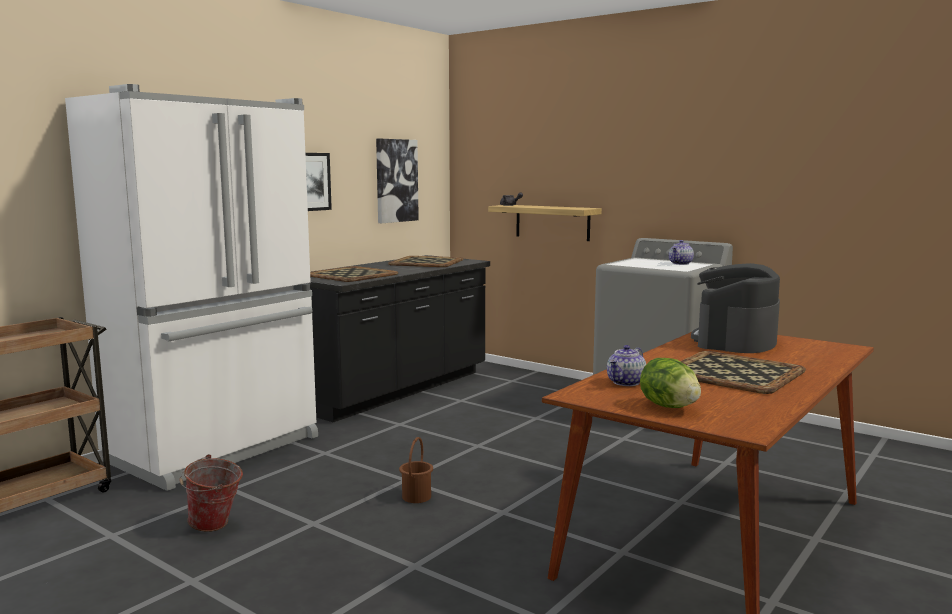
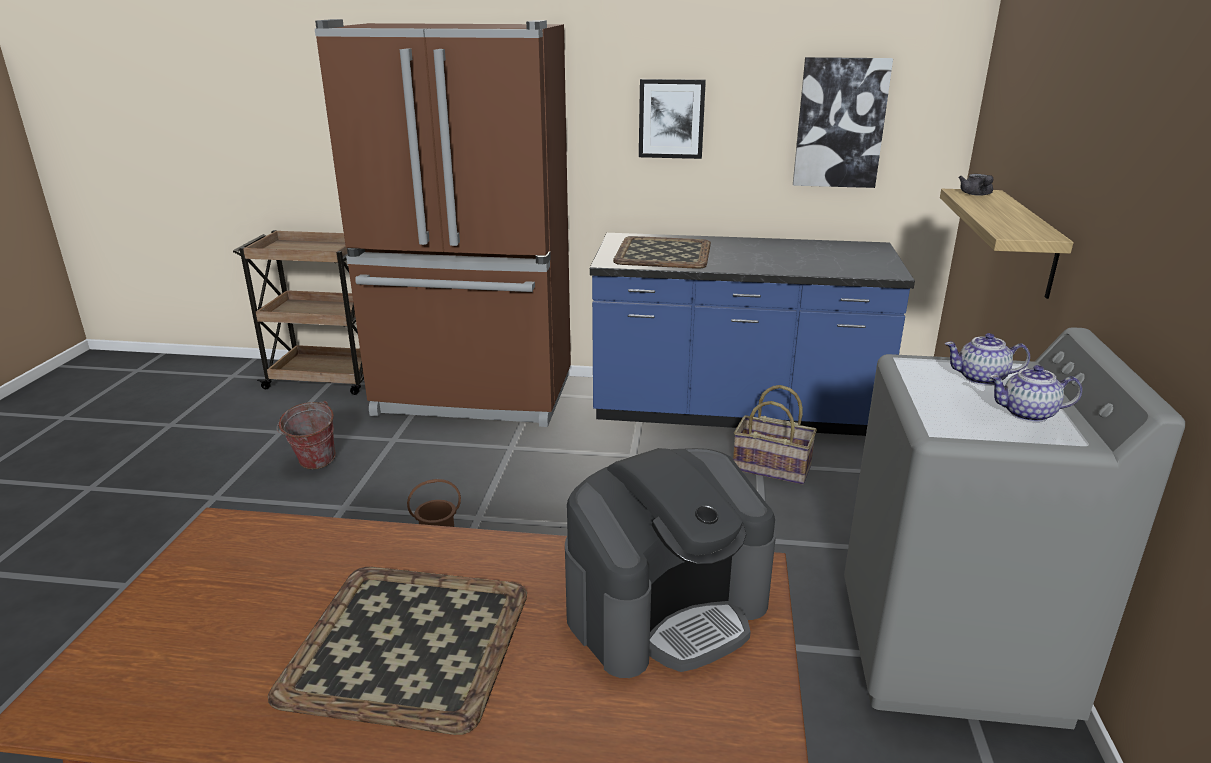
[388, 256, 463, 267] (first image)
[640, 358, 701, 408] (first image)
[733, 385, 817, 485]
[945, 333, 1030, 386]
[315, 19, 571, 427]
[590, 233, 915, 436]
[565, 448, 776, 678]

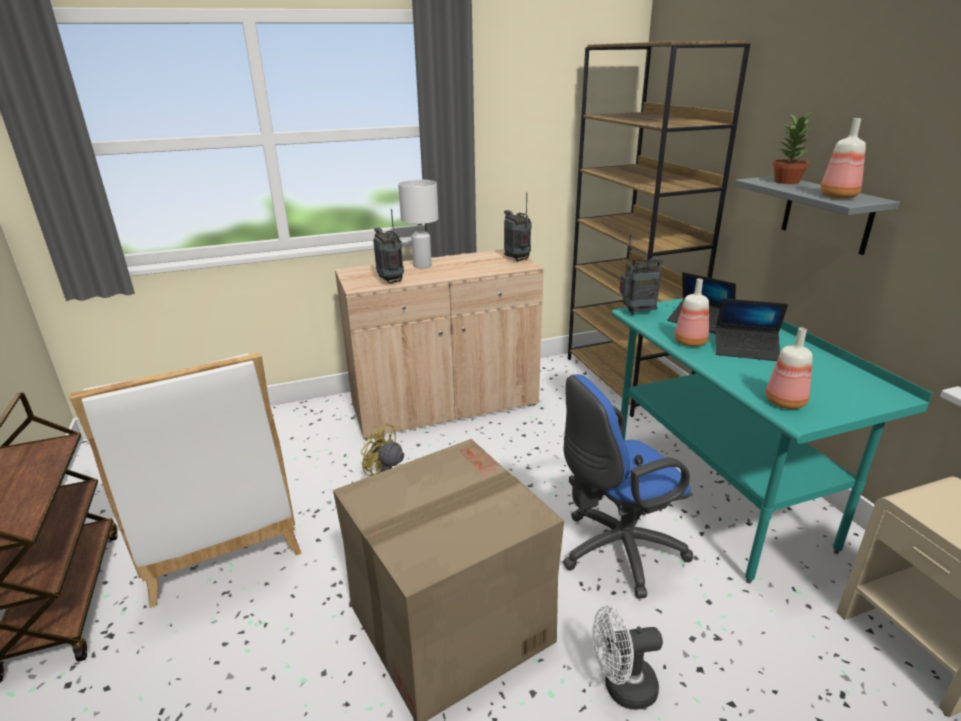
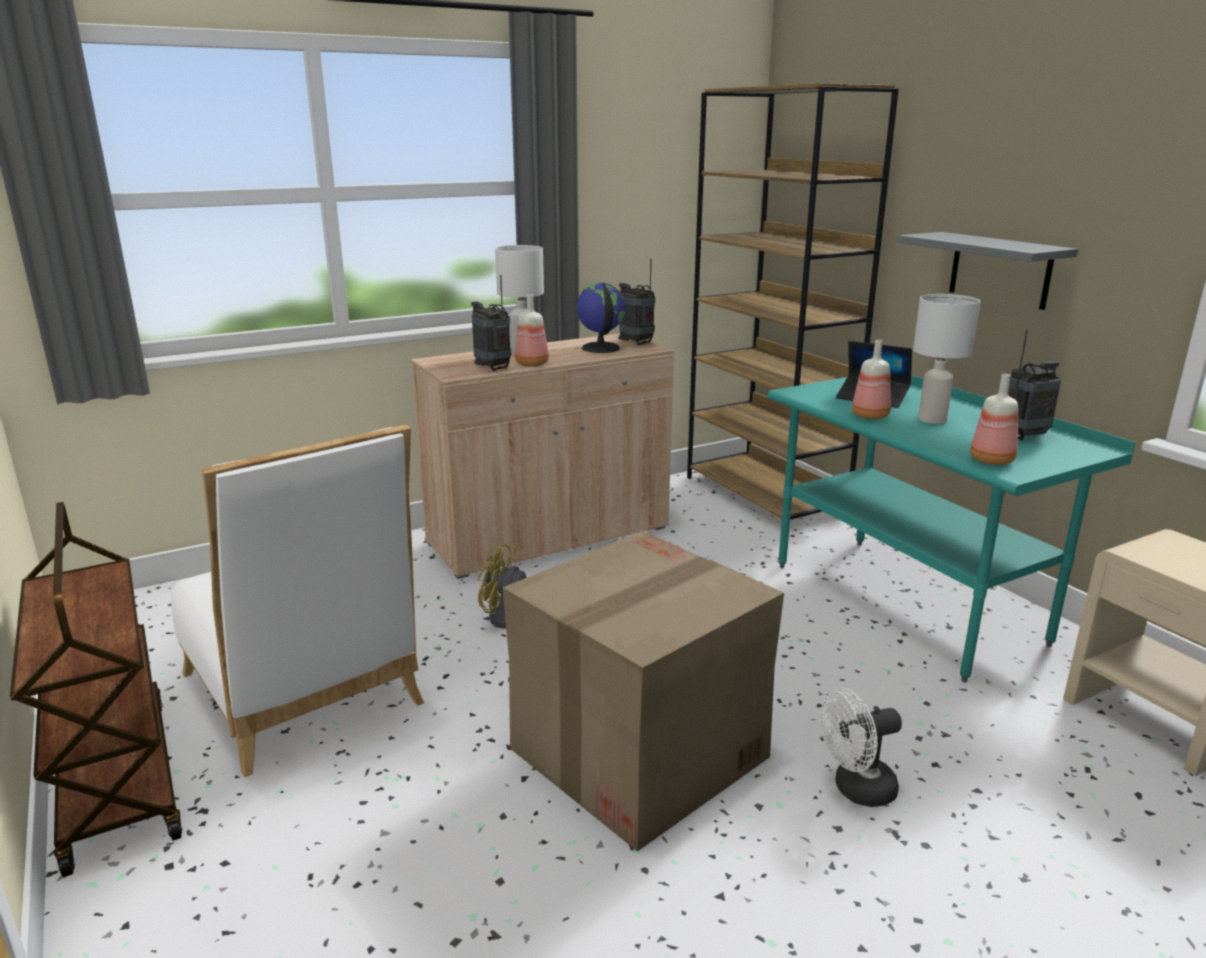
[563, 374, 693, 599] (first image)
[773, 113, 813, 184] (first image)
[576, 283, 625, 353]
[1008, 330, 1061, 440]
[515, 294, 549, 367]
[913, 294, 980, 424]

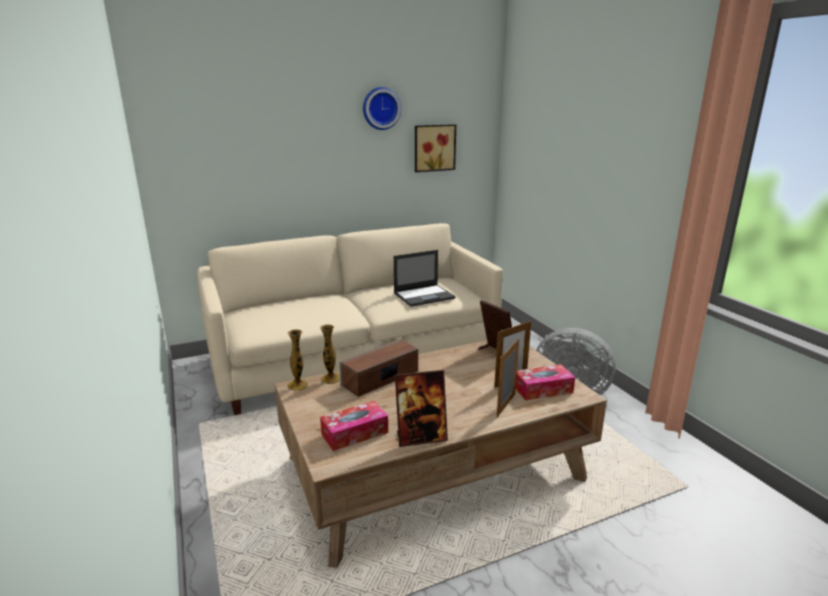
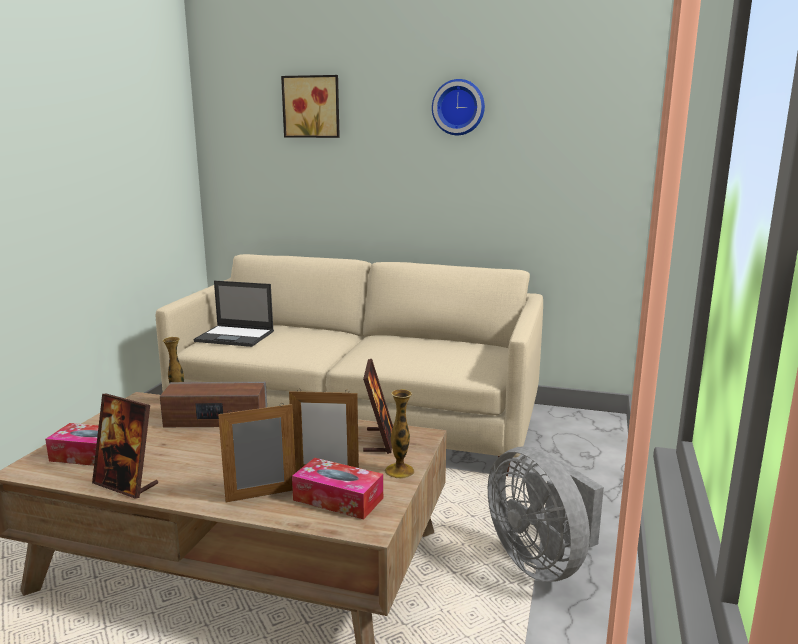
[385, 389, 414, 479]
[194, 281, 274, 347]
[281, 75, 340, 138]

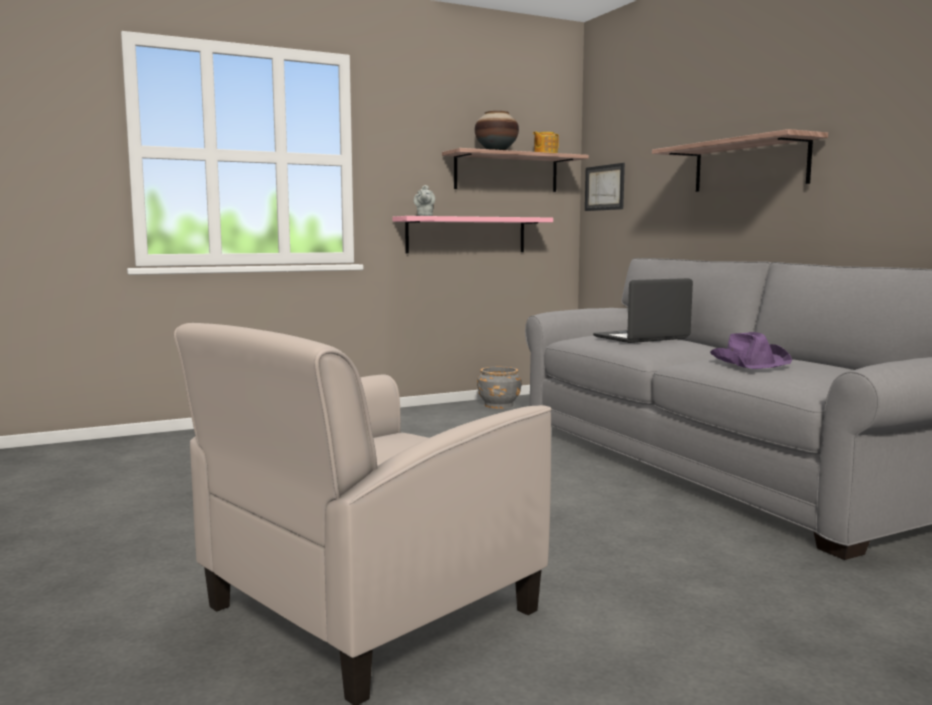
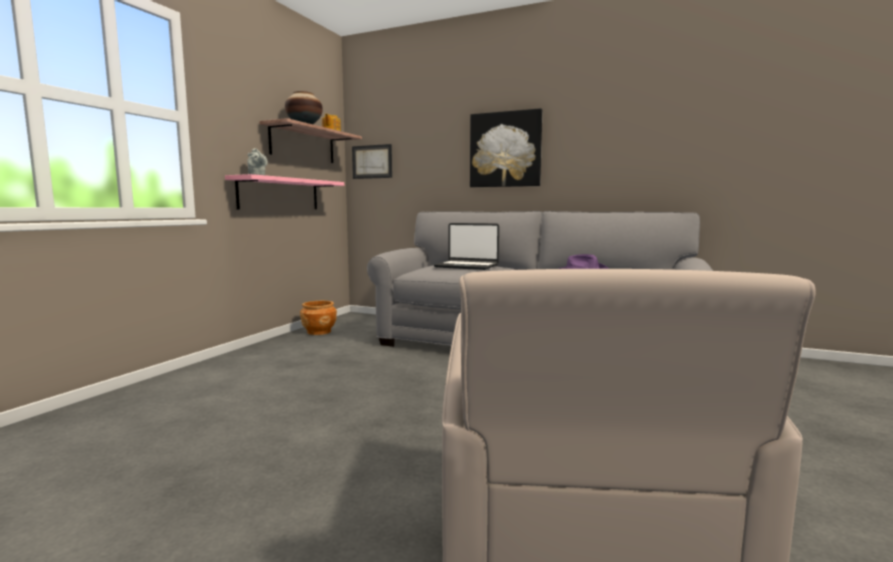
[470, 108, 542, 187]
[300, 301, 337, 335]
[434, 223, 499, 270]

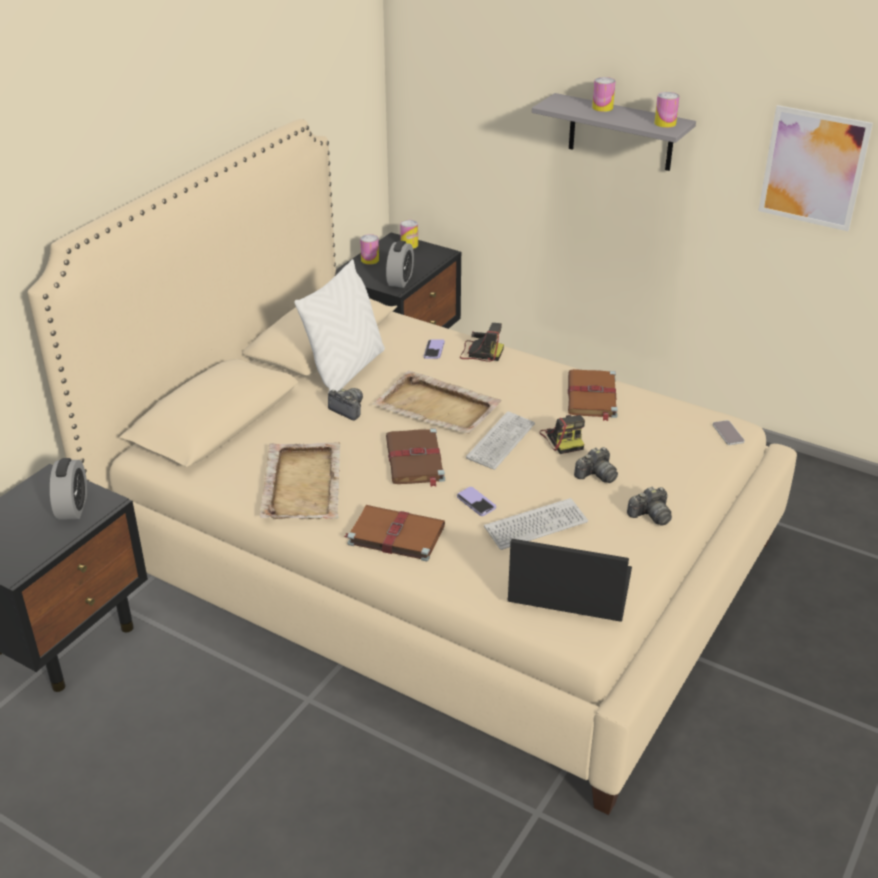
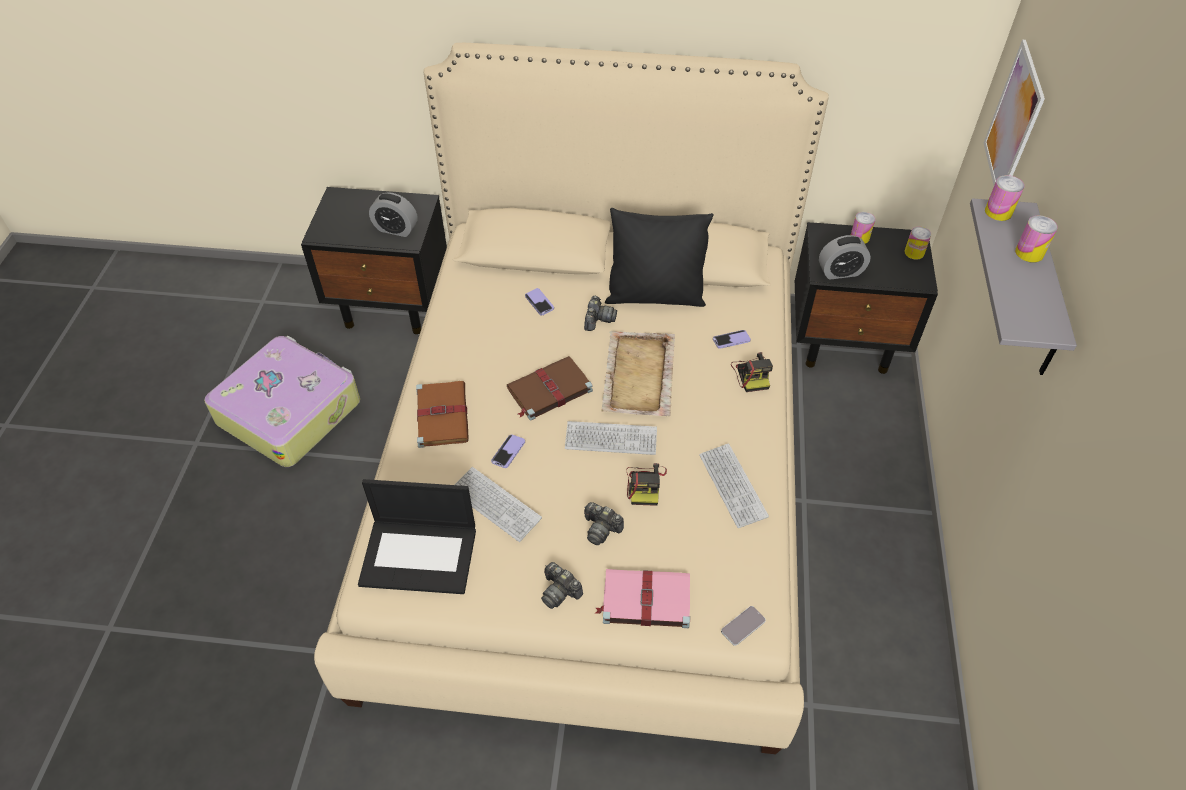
[260, 442, 340, 519] (first image)
[204, 336, 360, 467]
[525, 288, 554, 316]
[596, 569, 690, 628]
[985, 175, 1024, 221]
[984, 40, 1045, 185]
[699, 444, 769, 528]
[605, 208, 714, 307]
[369, 192, 418, 237]
[358, 479, 476, 594]
[626, 463, 667, 506]

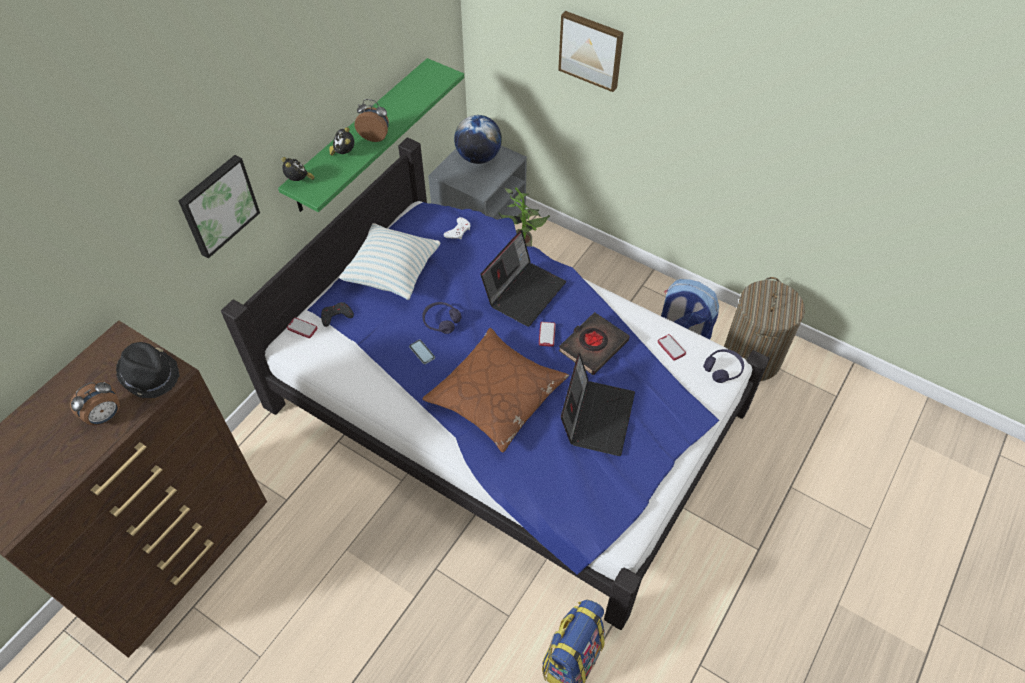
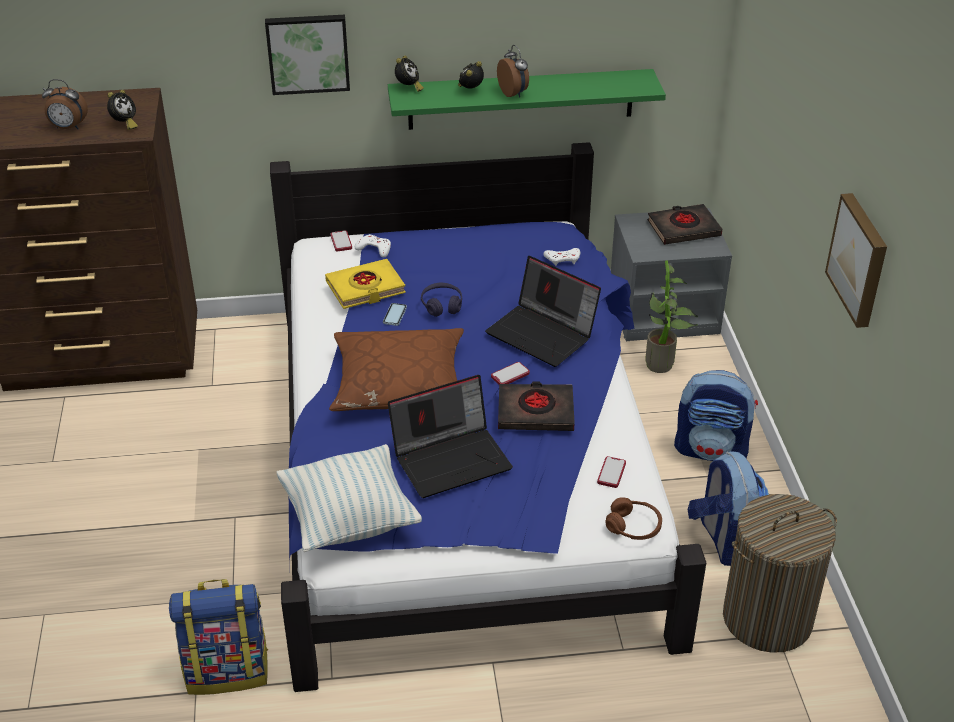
[325, 259, 406, 309]
[674, 370, 758, 461]
[277, 444, 422, 552]
[825, 193, 887, 328]
[107, 90, 138, 130]
[647, 204, 722, 245]
[355, 234, 391, 257]
[605, 497, 662, 540]
[485, 256, 601, 367]

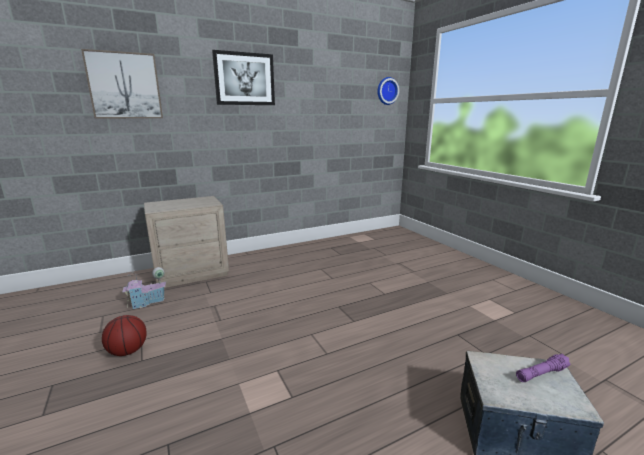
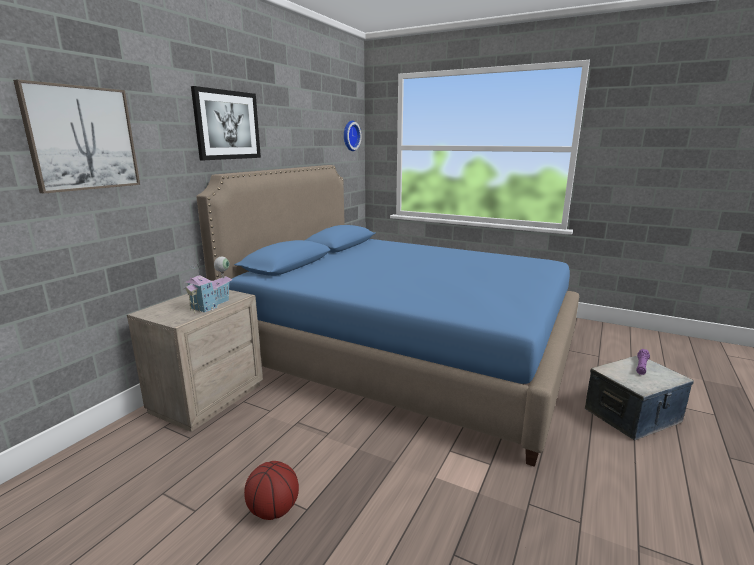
[196, 165, 579, 467]
[183, 257, 233, 313]

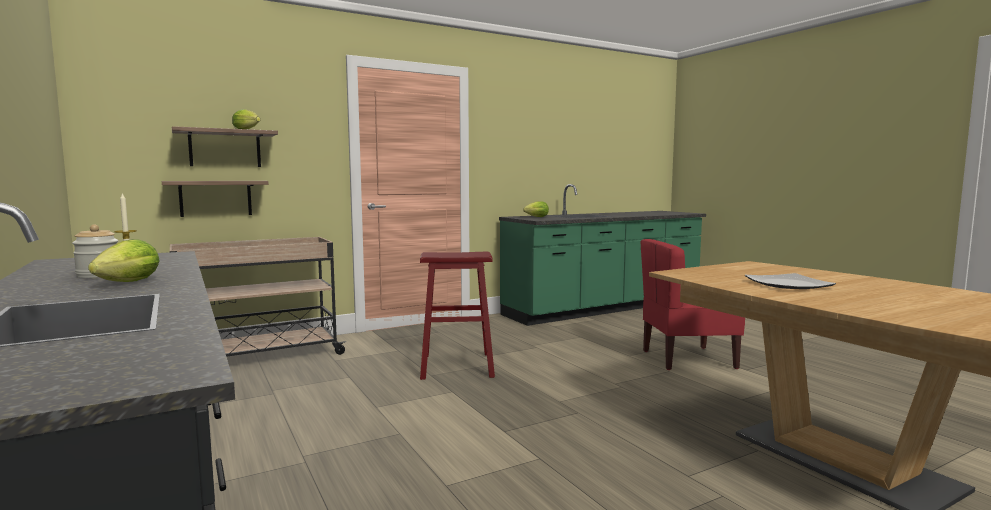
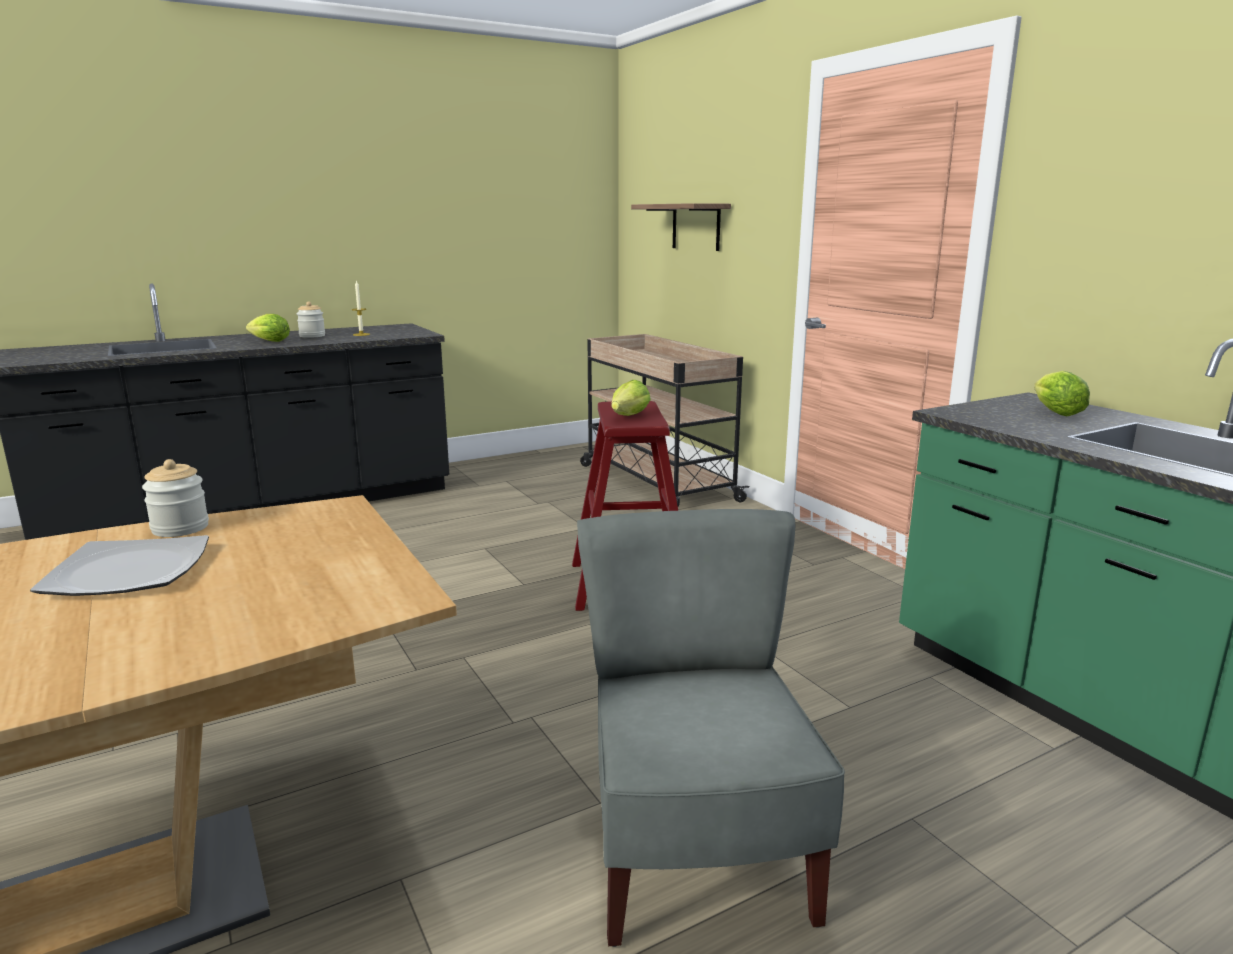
[162, 181, 268, 217] (first image)
[142, 459, 209, 537]
[611, 380, 651, 416]
[577, 509, 845, 947]

